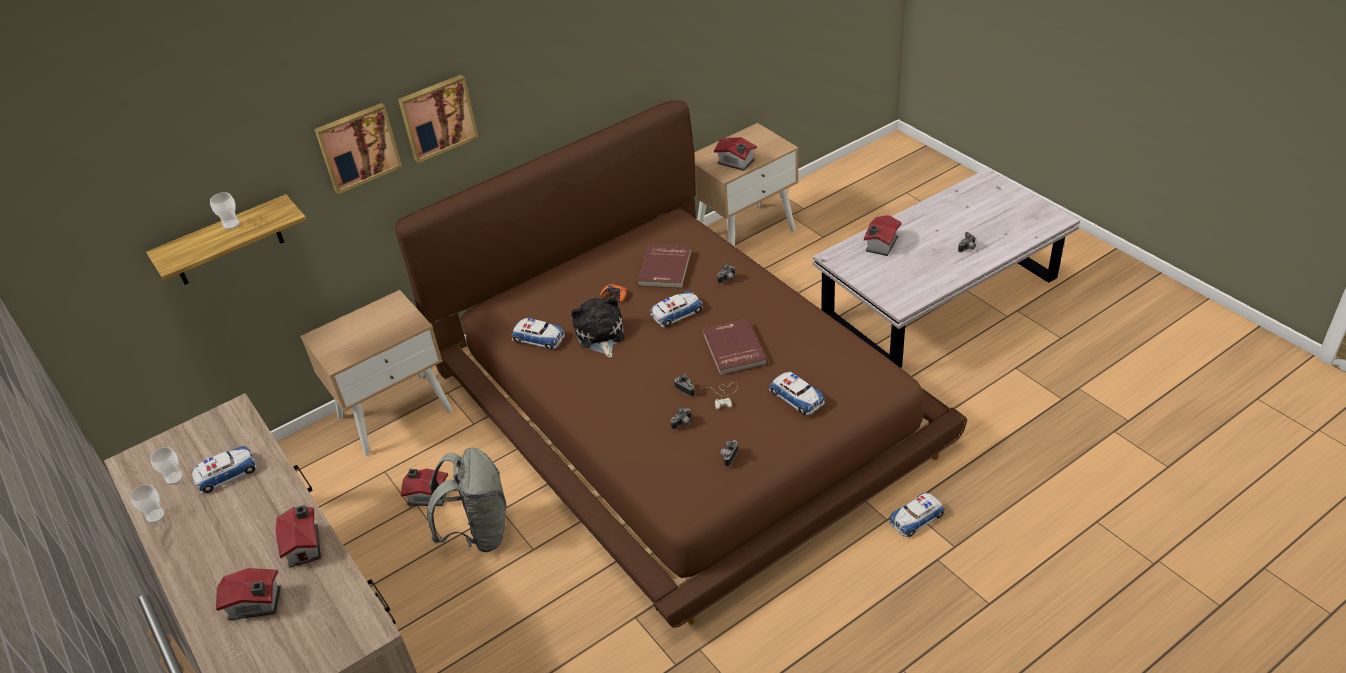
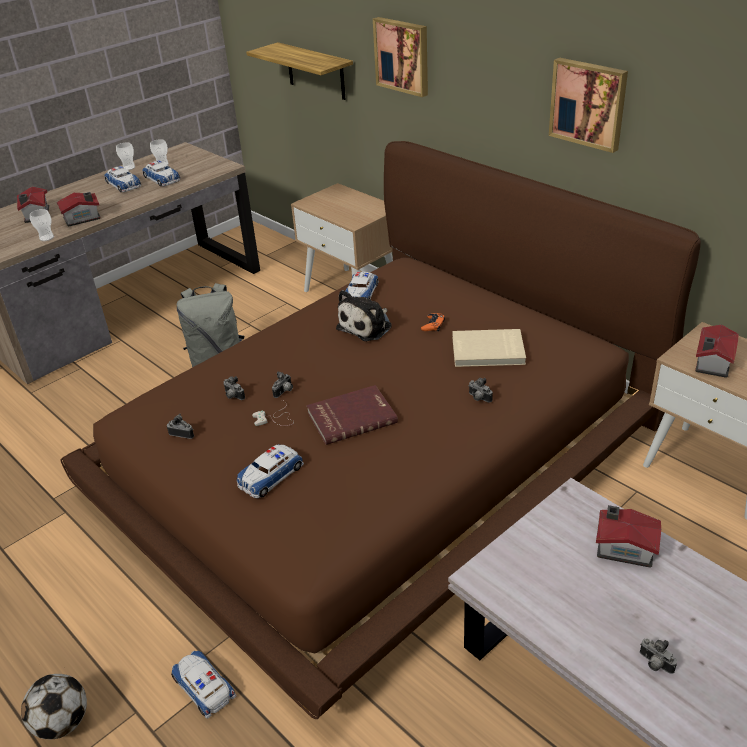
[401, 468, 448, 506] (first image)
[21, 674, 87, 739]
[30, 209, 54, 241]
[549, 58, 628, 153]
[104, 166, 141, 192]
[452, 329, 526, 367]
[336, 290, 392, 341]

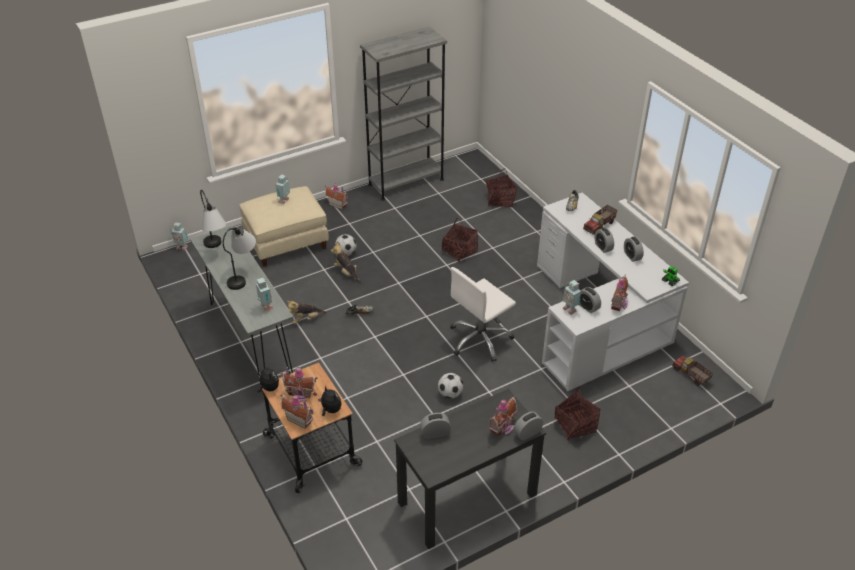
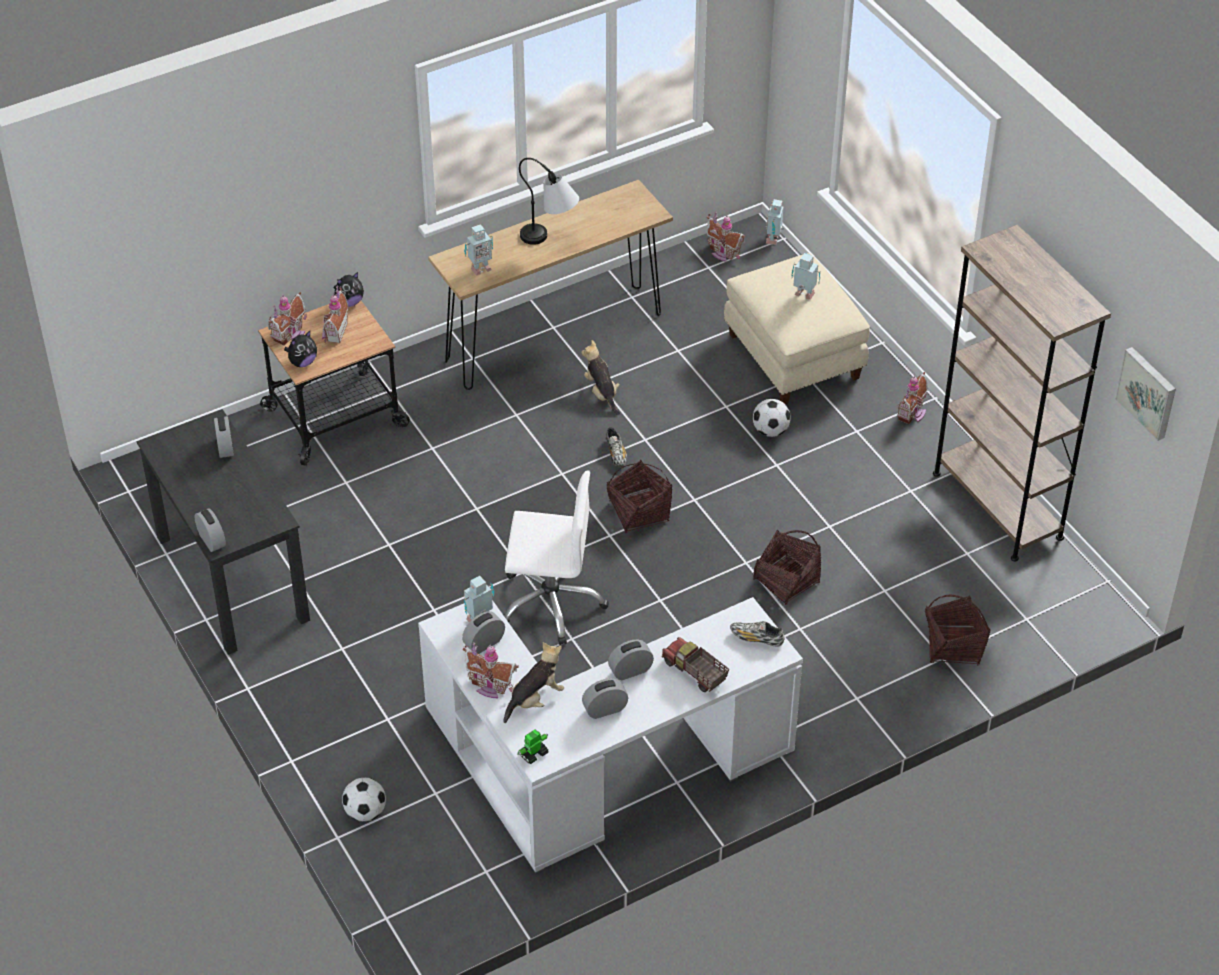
[200, 190, 227, 248] (first image)
[672, 356, 714, 386] (first image)
[1115, 347, 1176, 441]
[503, 642, 564, 723]
[342, 778, 386, 821]
[707, 211, 746, 262]
[607, 459, 672, 533]
[428, 180, 673, 390]
[933, 224, 1111, 562]
[504, 470, 609, 645]

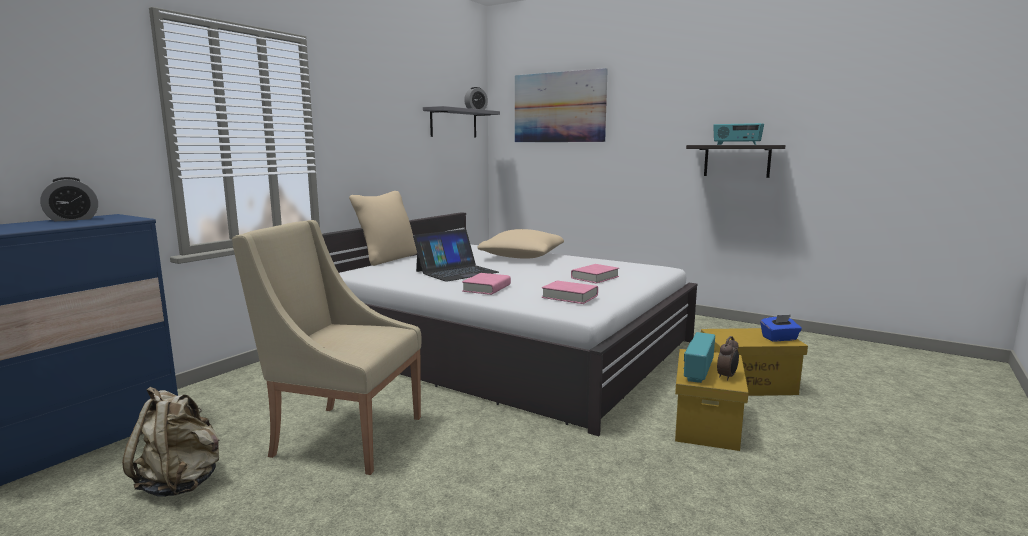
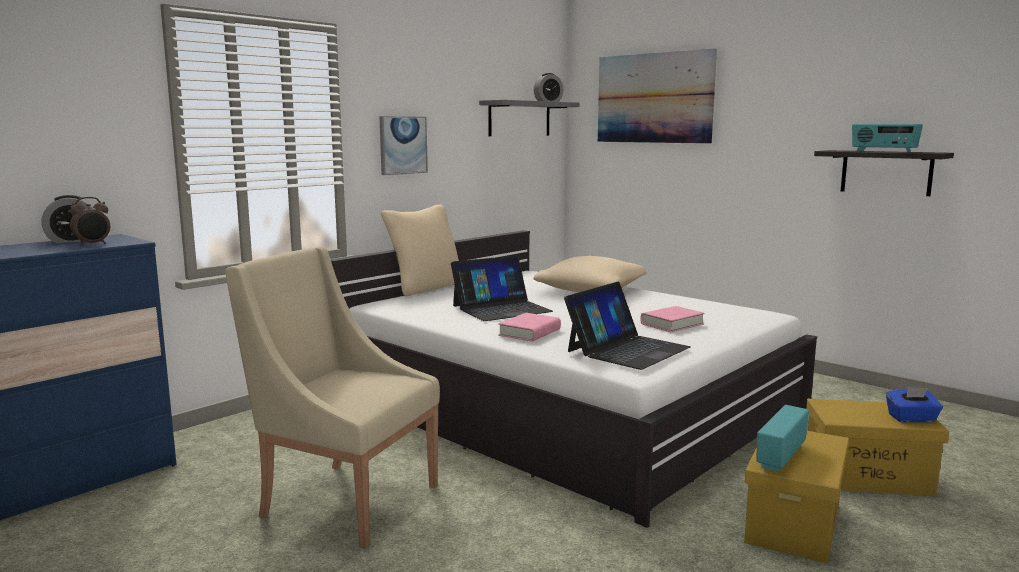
[122, 387, 219, 497] (first image)
[379, 116, 428, 175]
[70, 197, 110, 246]
[564, 281, 691, 370]

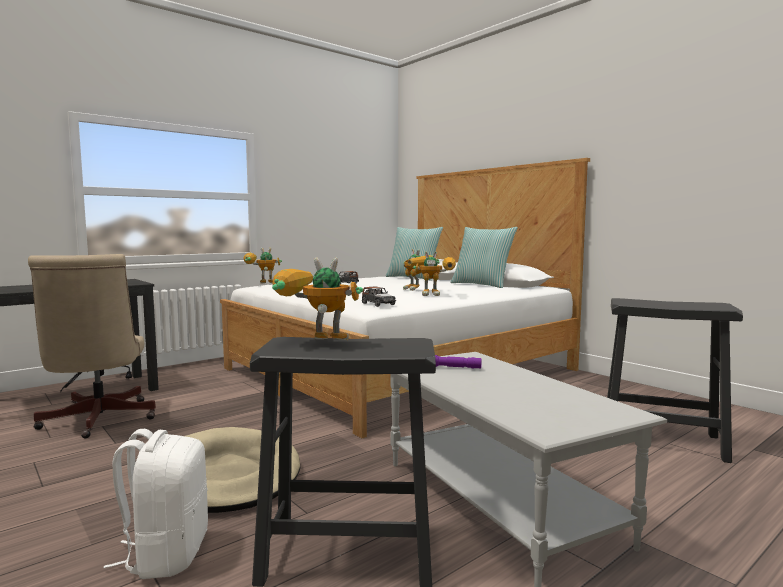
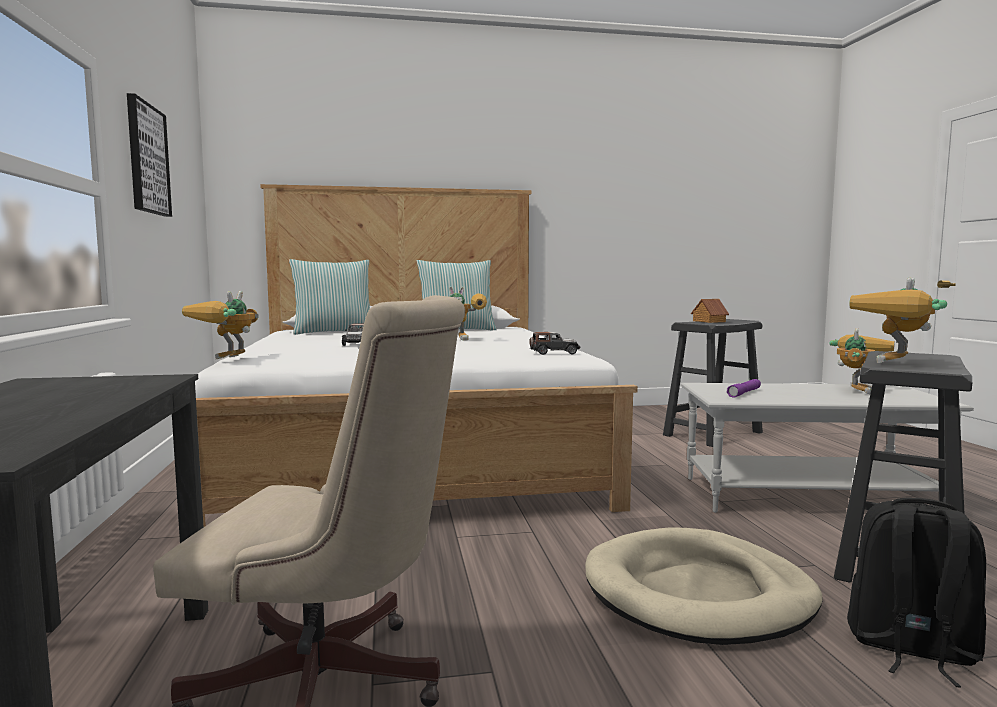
[127, 93, 172, 217]
[691, 299, 729, 323]
[829, 328, 895, 394]
[847, 498, 986, 688]

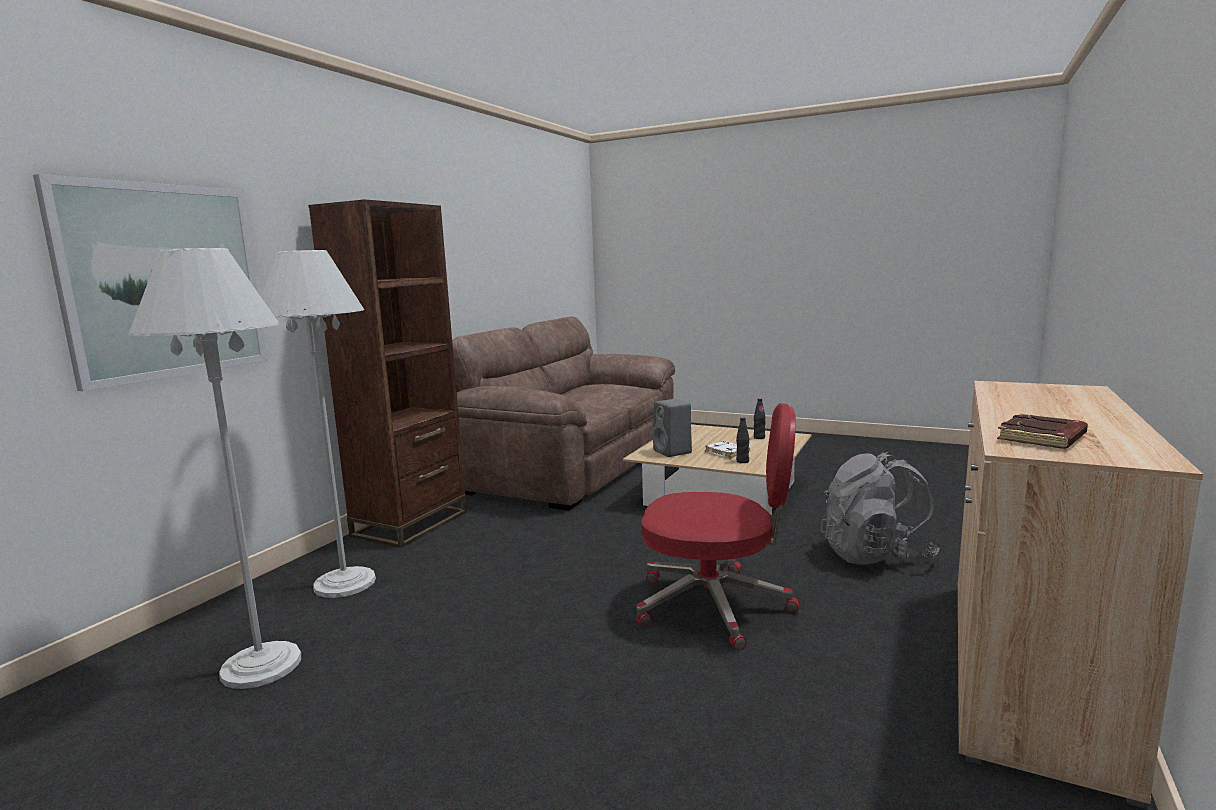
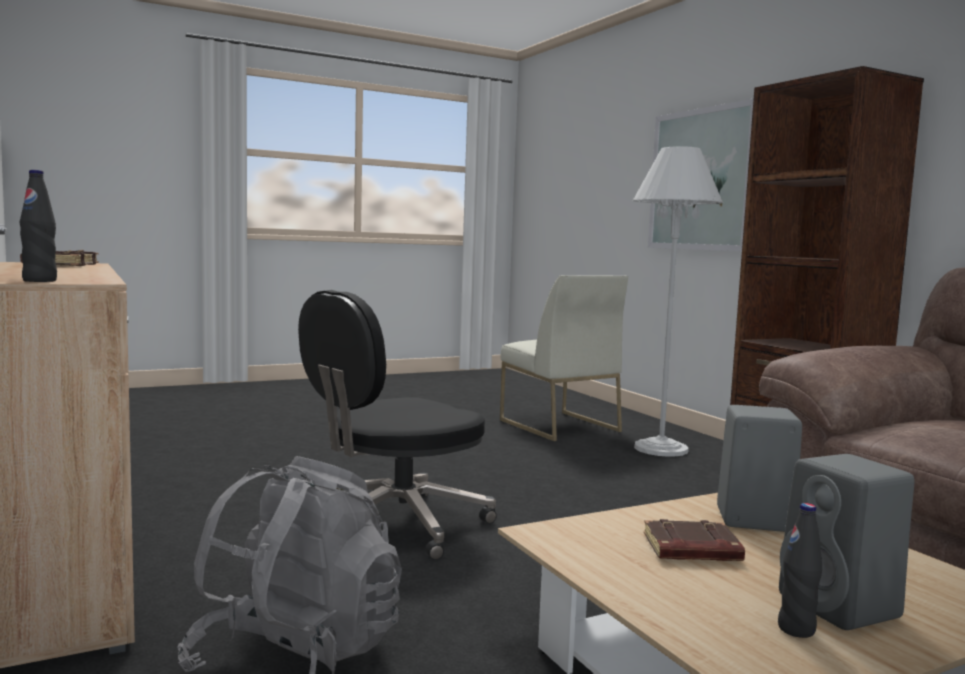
[779, 454, 915, 630]
[20, 170, 57, 282]
[500, 275, 628, 441]
[298, 290, 497, 560]
[644, 519, 745, 561]

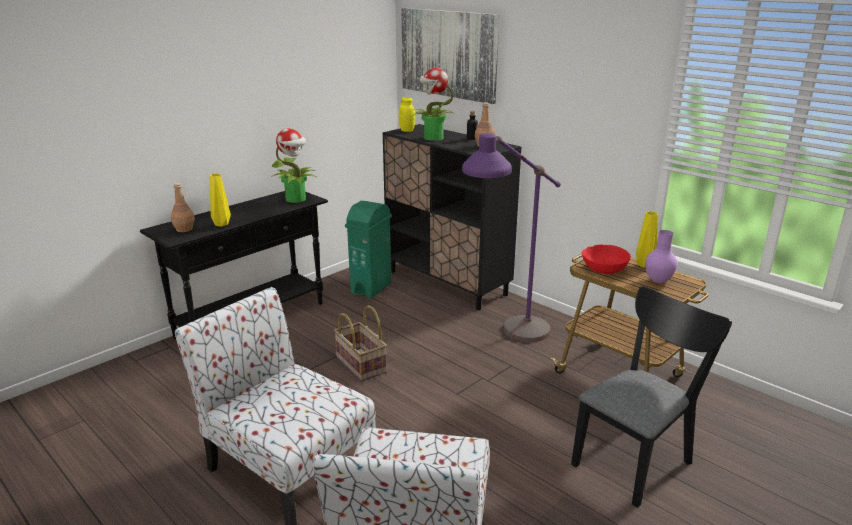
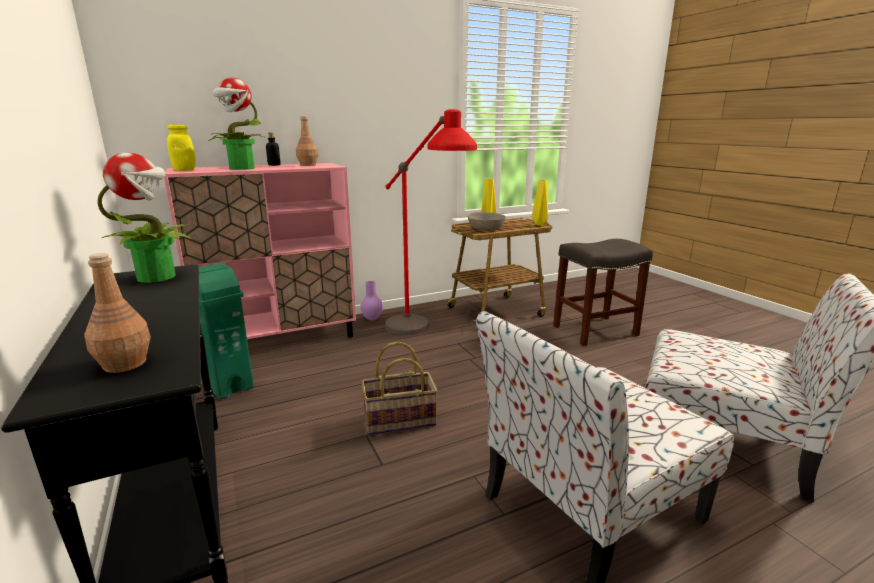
[401, 8, 499, 104] (first image)
[532, 180, 548, 225]
[361, 281, 383, 321]
[553, 239, 653, 346]
[164, 163, 356, 339]
[385, 109, 477, 335]
[468, 212, 506, 230]

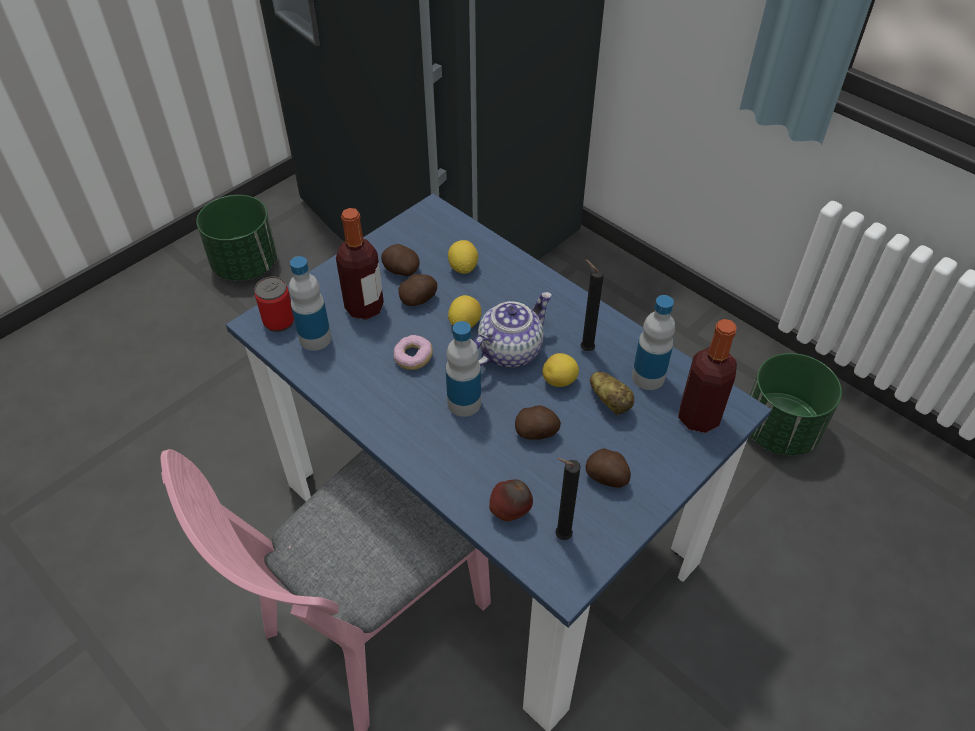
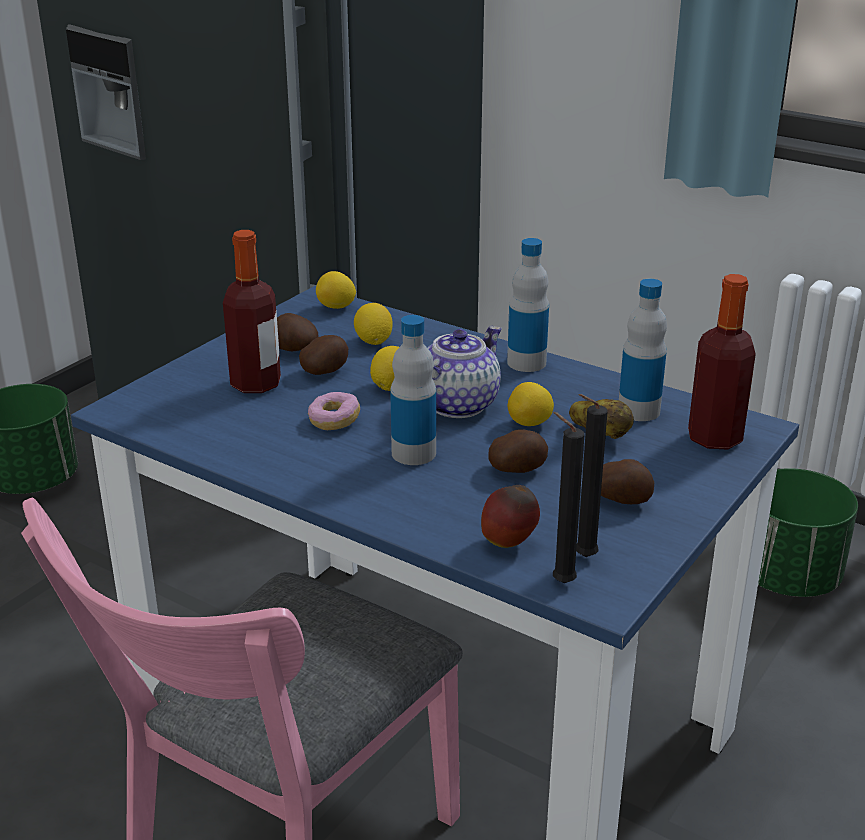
[255, 277, 294, 332] (first image)
[316, 271, 356, 309]
[507, 238, 549, 372]
[553, 412, 584, 583]

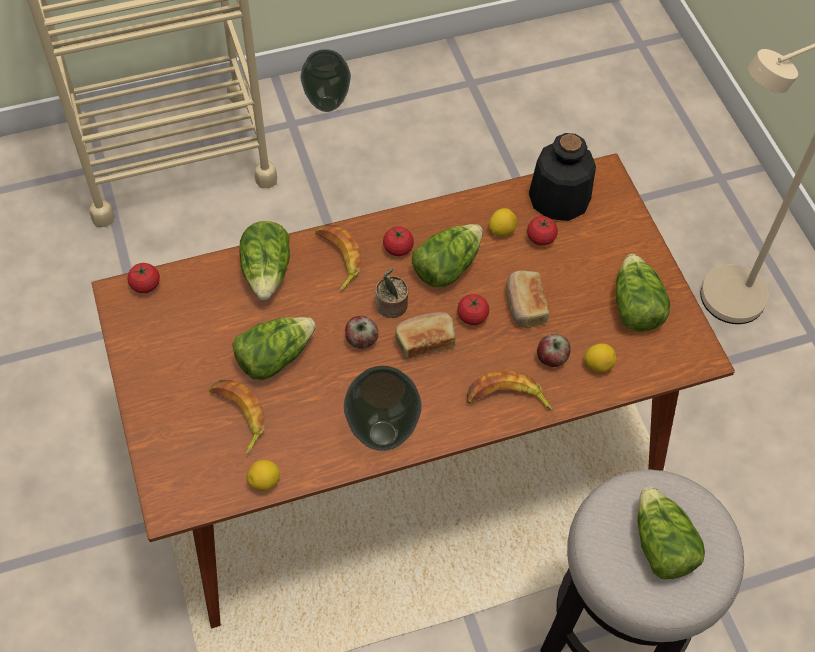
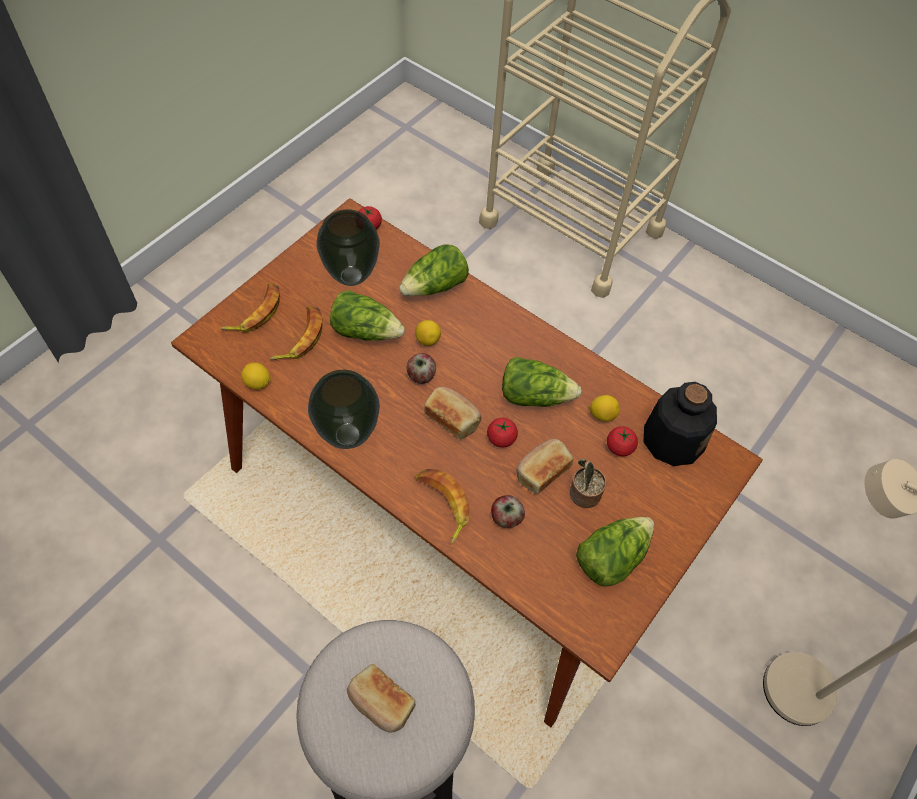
[383, 227, 414, 256] (first image)
[317, 209, 380, 286]
[220, 283, 280, 332]
[570, 459, 606, 508]
[416, 320, 441, 346]
[347, 664, 416, 733]

